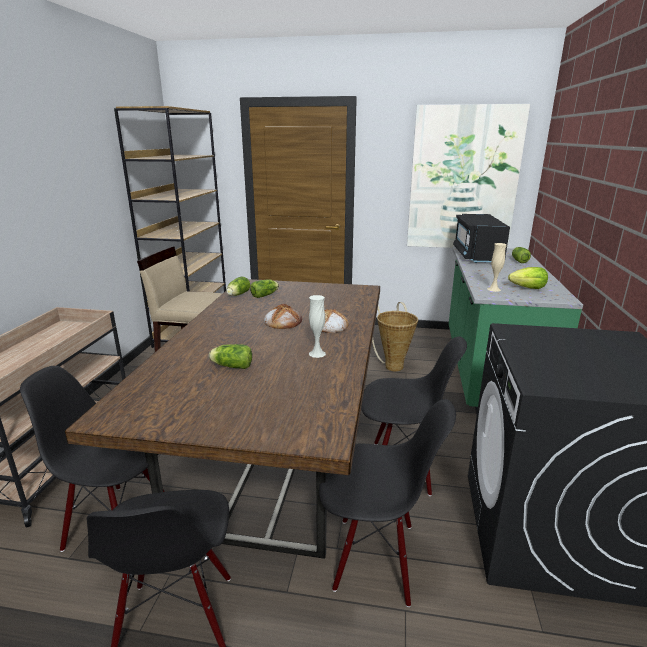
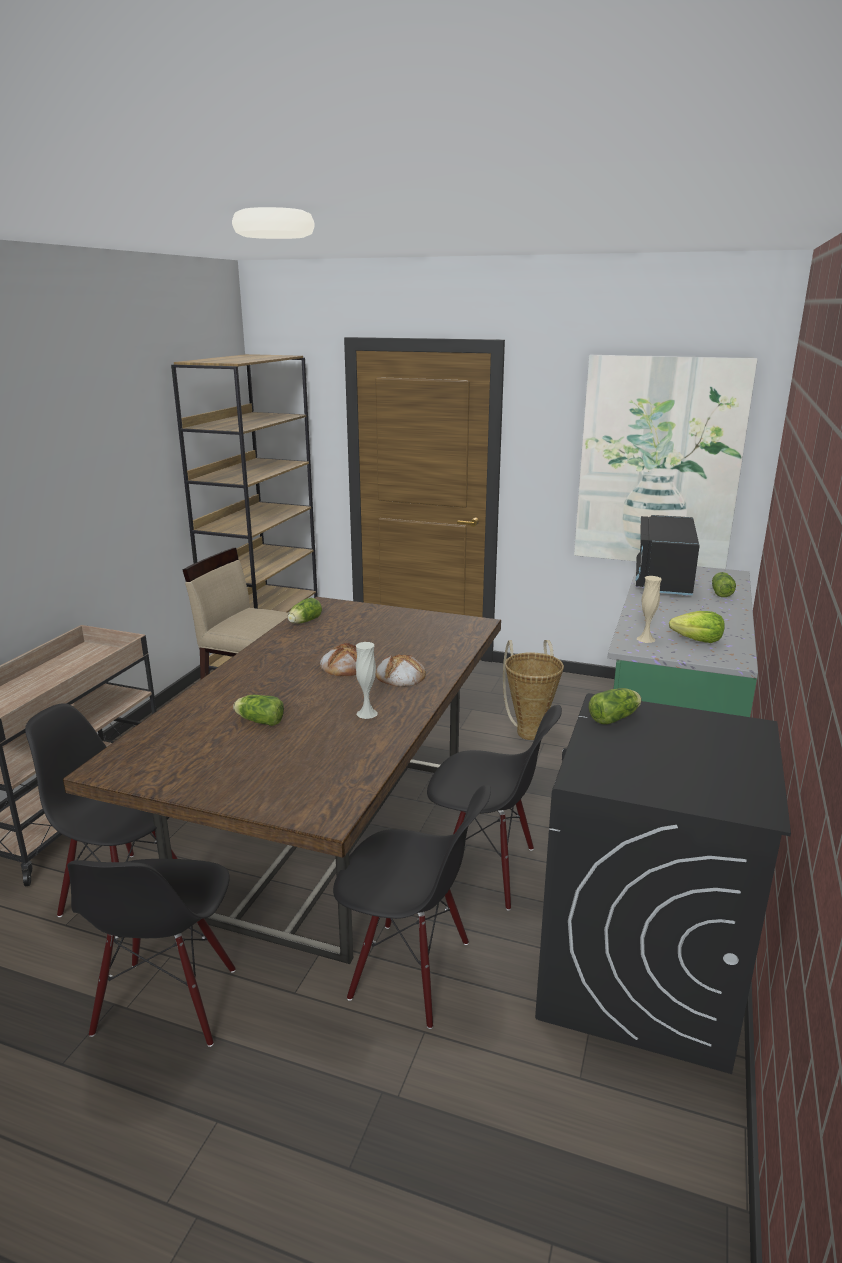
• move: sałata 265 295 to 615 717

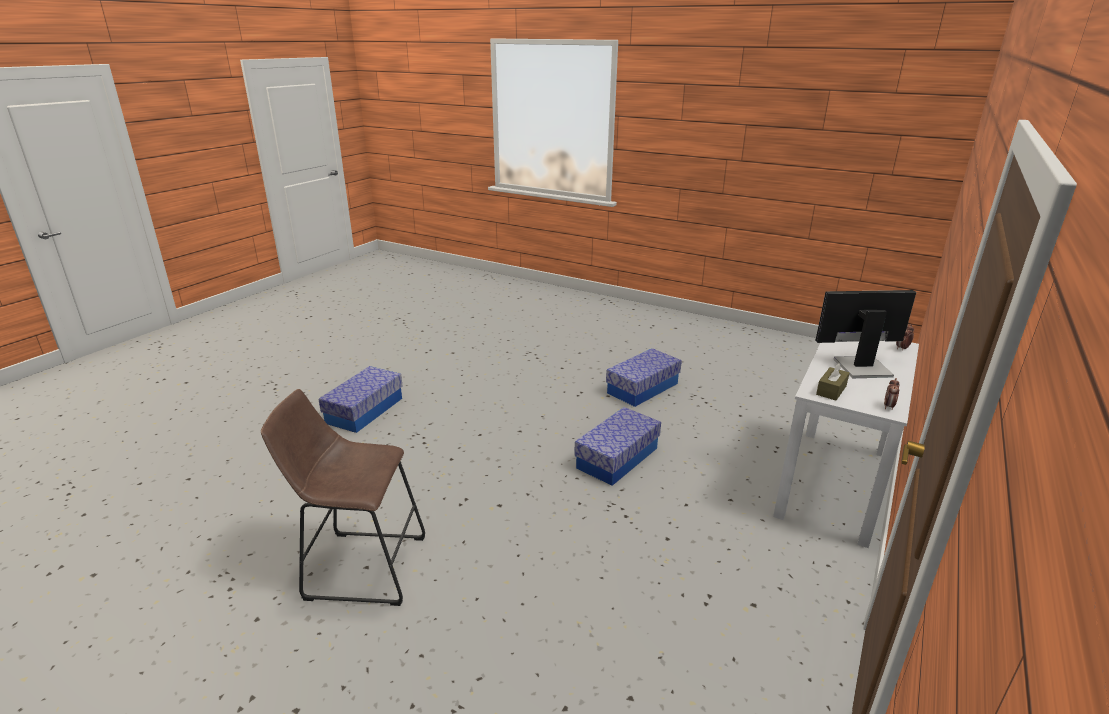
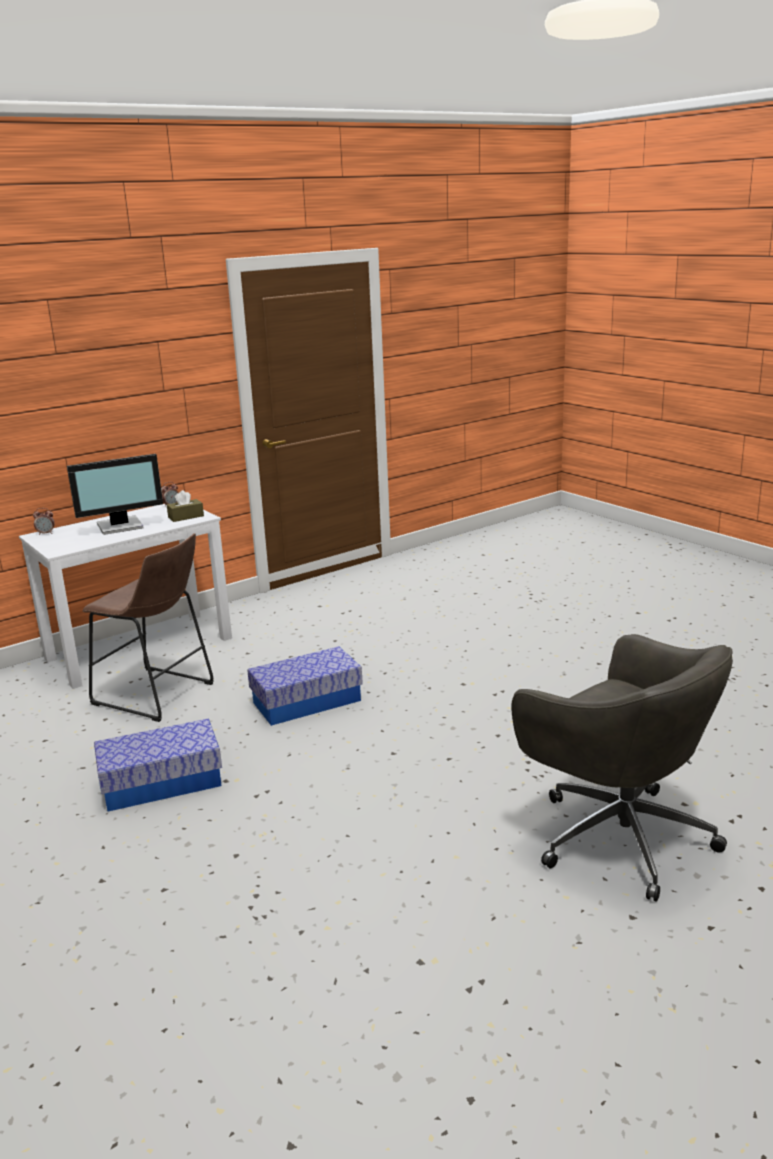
• move: stołek [brązowy] 359 566 to 158 695
• replace: pojemnik do przechowywania 364 410 to krzesło biurowe [szary] 618 835
• rotate: monitor 860 367 = 121 526 45 degrees counterclockwise

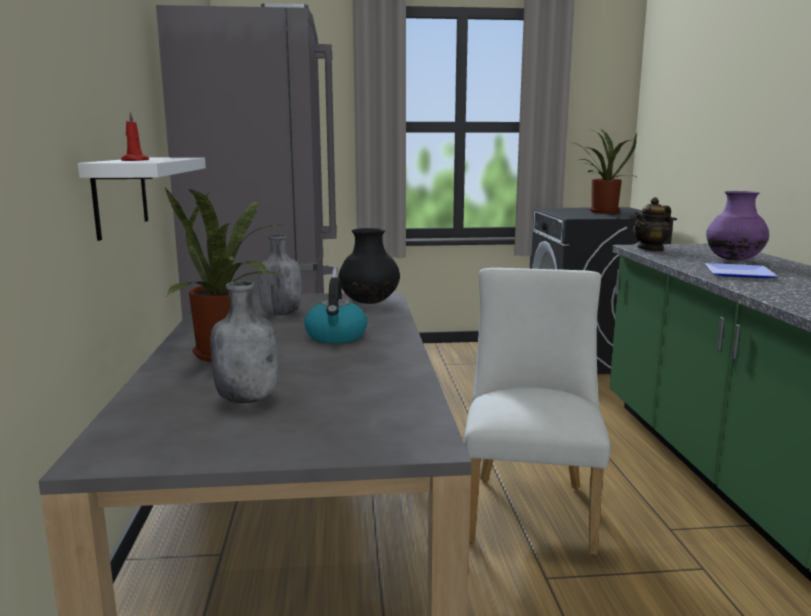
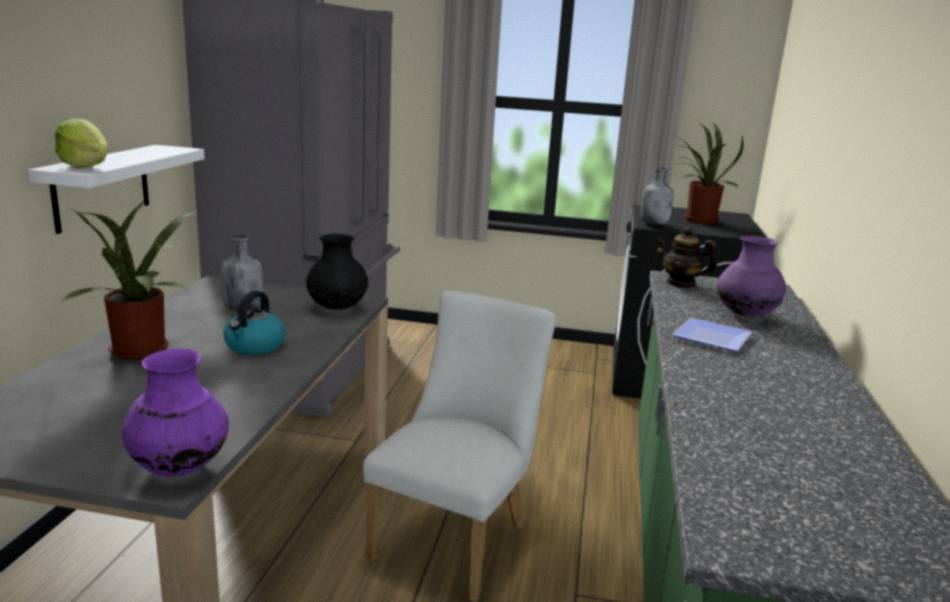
• insert: wazon [fioletowy] 179 467
• move: butelka [szary] 248 398 to 654 224
• replace: świeca [czerwony] 134 161 to sałata 86 166
• rotate: imbryk 650 249 = 680 283 45 degrees clockwise

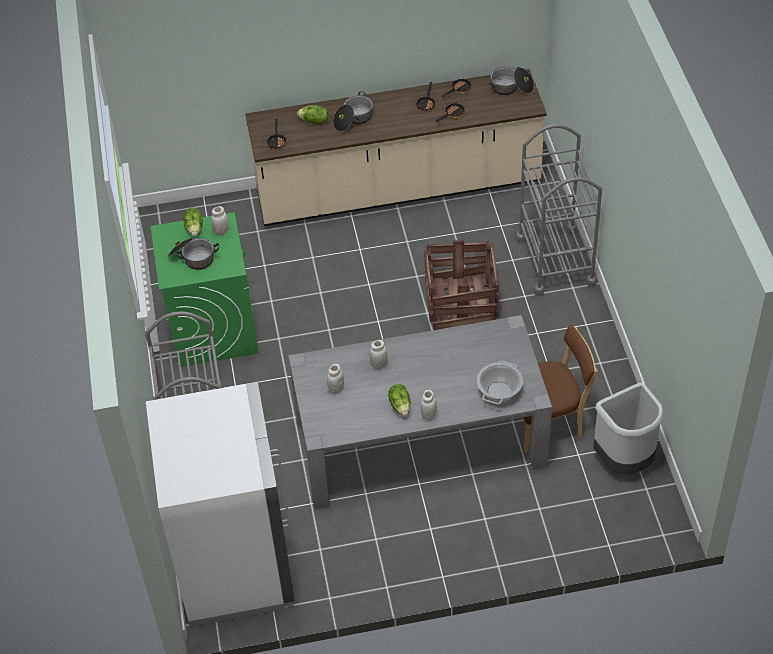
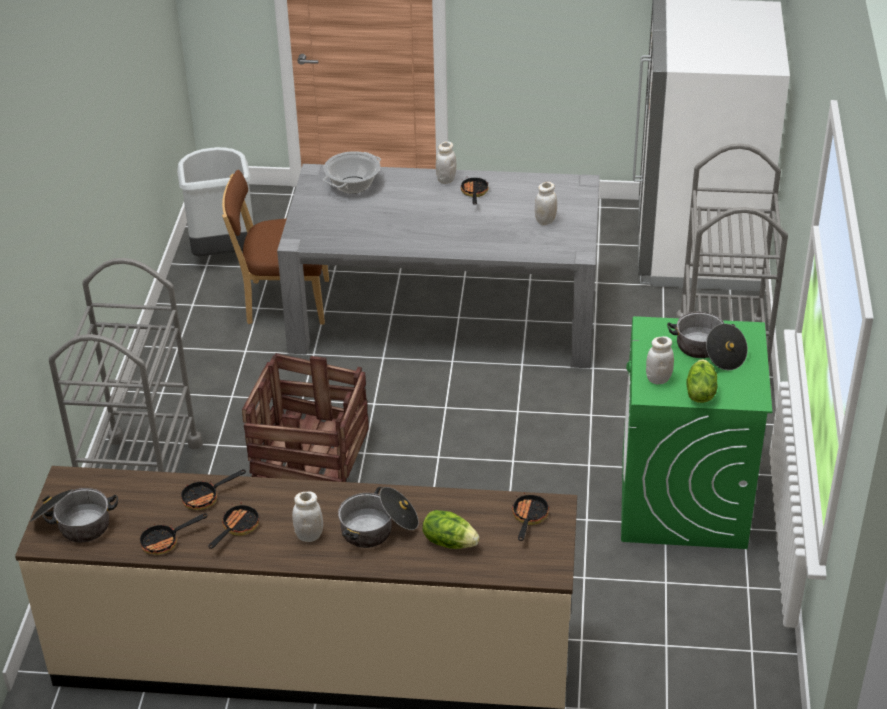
• move: słoik [biały] 379 364 to 309 535
• replace: sałata 400 405 to patelnia 474 193

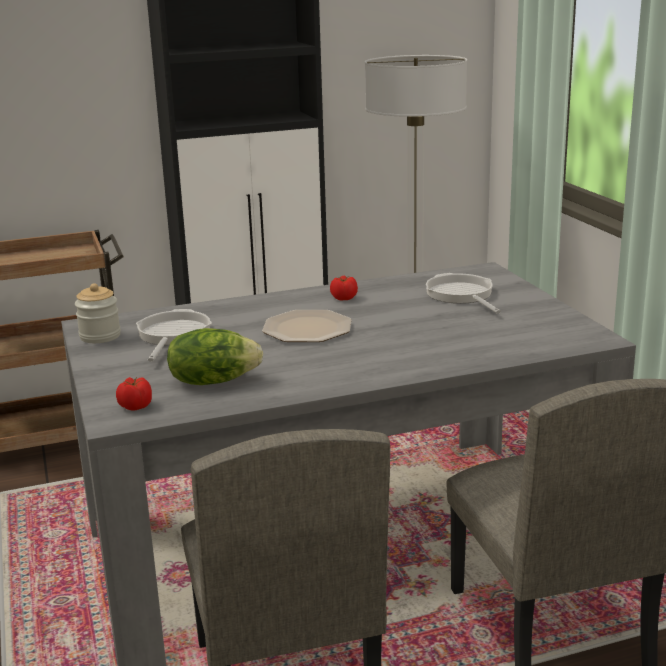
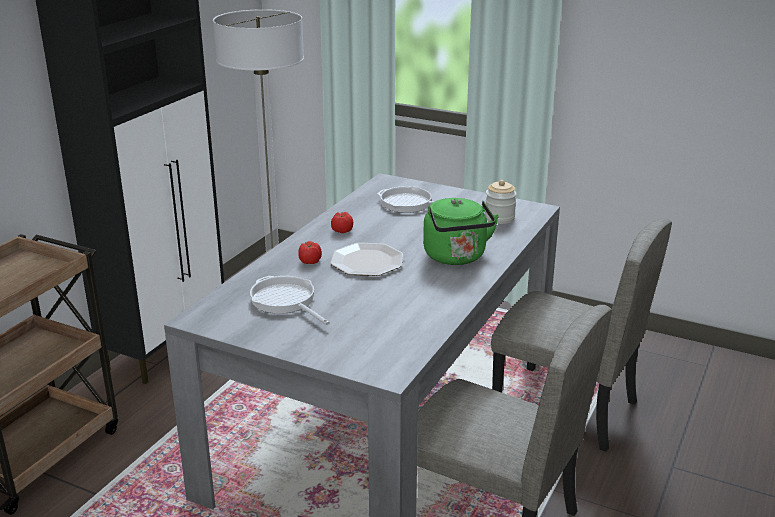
• delete: sałata 213 381
• insert: czajnik [zielony] 456 257
• move: słoik 100 336 to 499 218
• move: pomidor 135 406 to 309 262

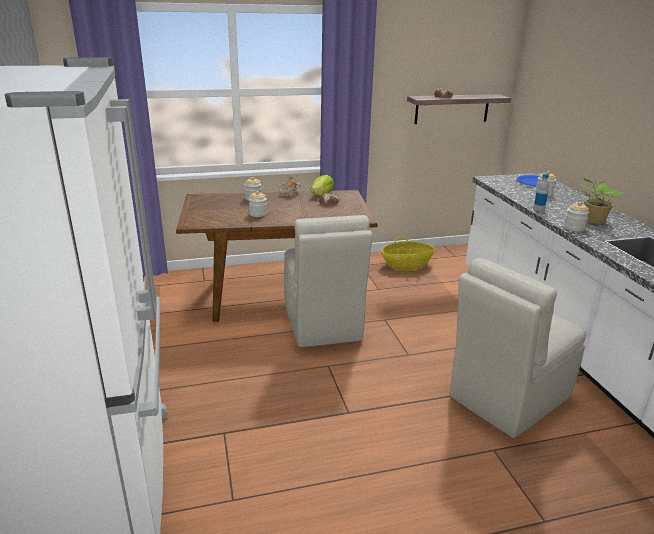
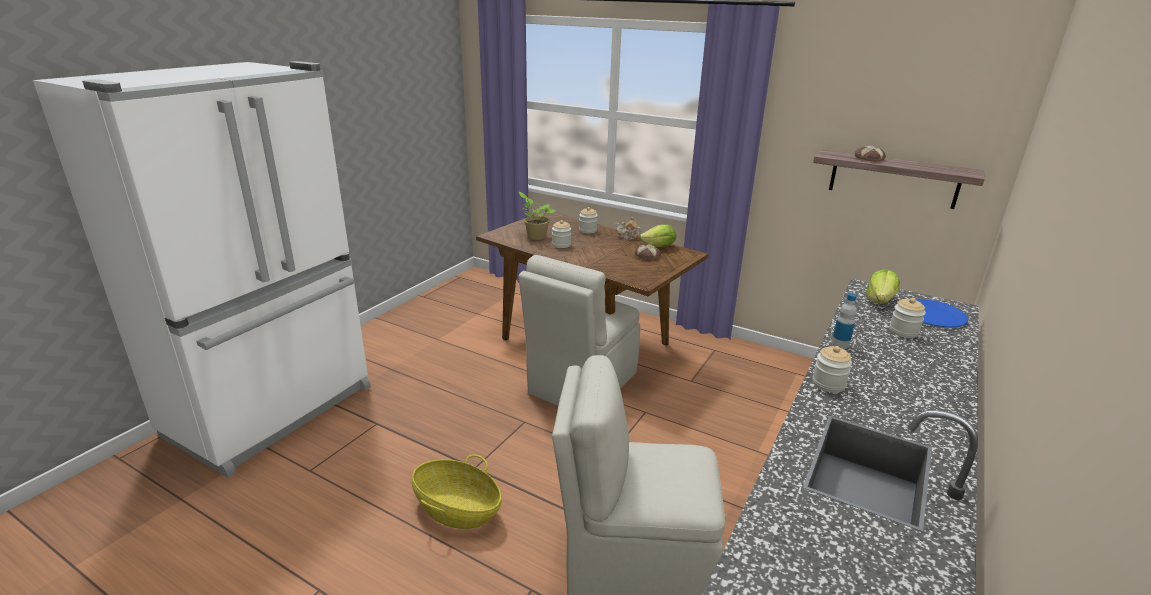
• insert: sałata 880 300
• move: koszyk 406 265 to 457 510
• move: roślina doniczkowa 592 220 to 535 236

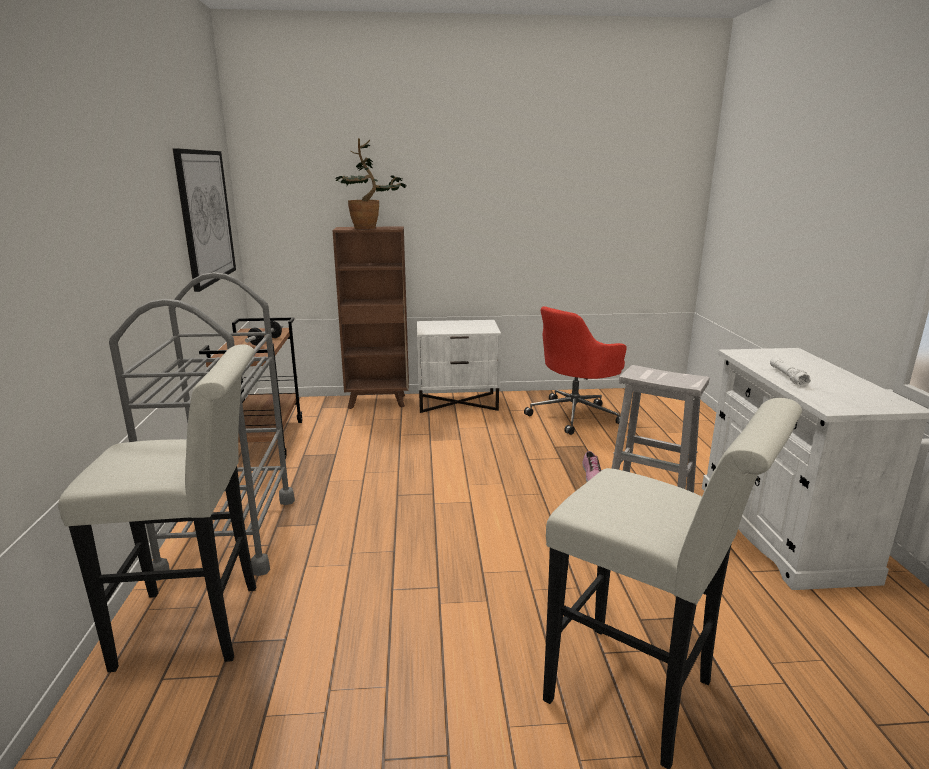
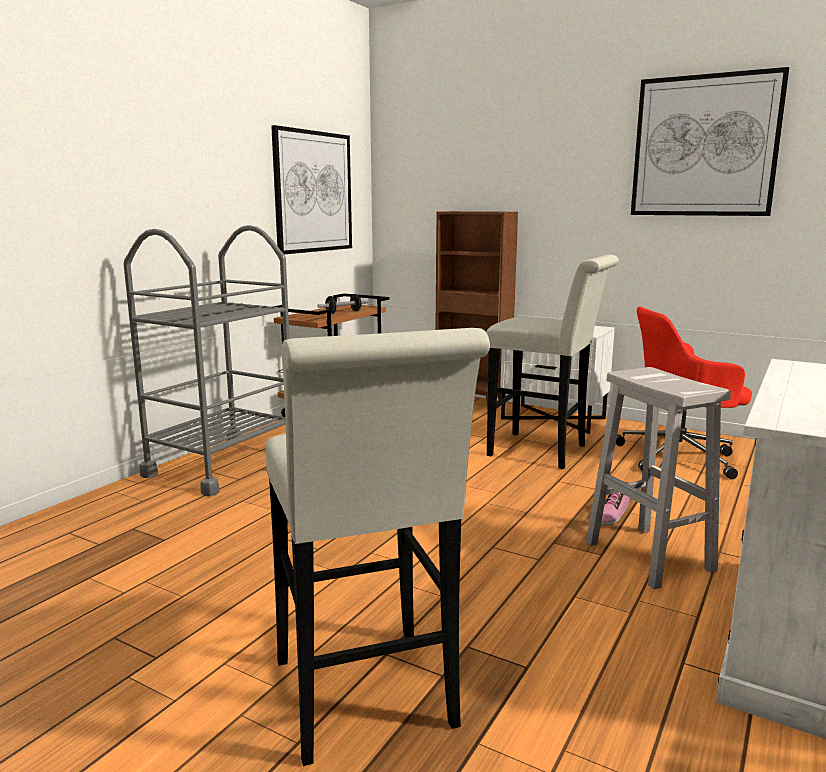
• delete: roślina doniczkowa 370 228
• delete: latarka [biały] 787 377
• insert: obraz 704 146
• move: stołek [biały] 201 625 to 544 452

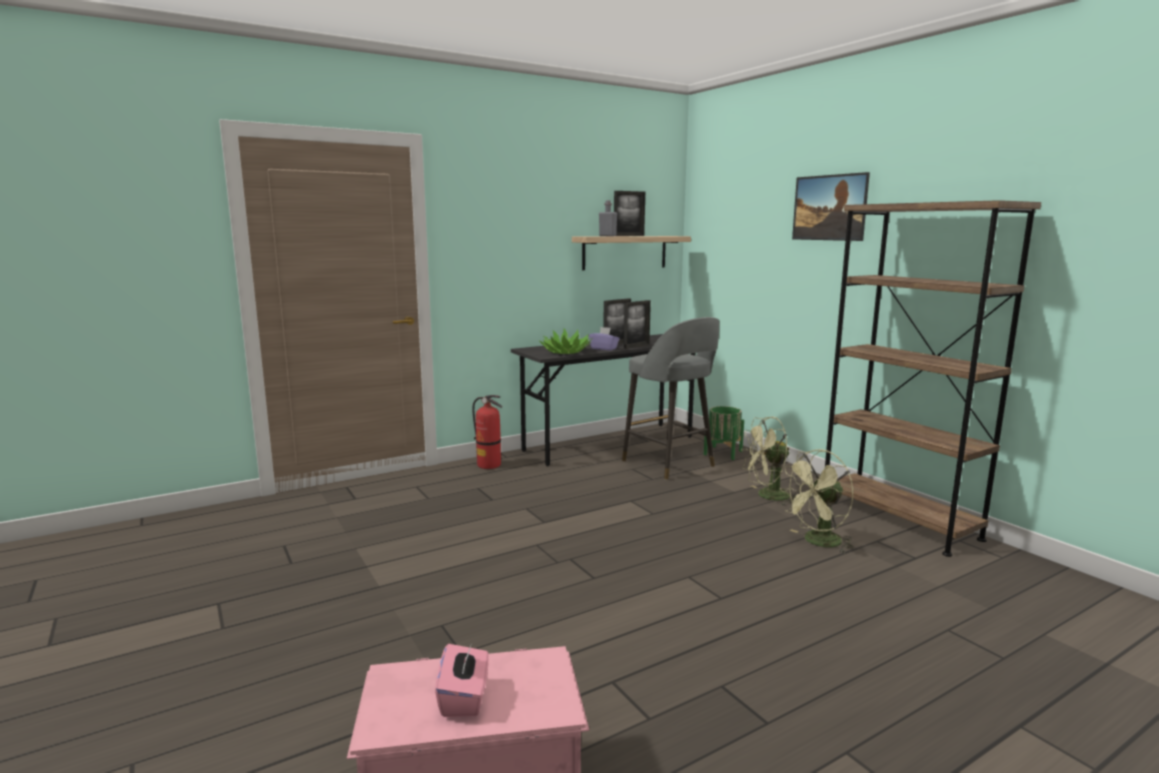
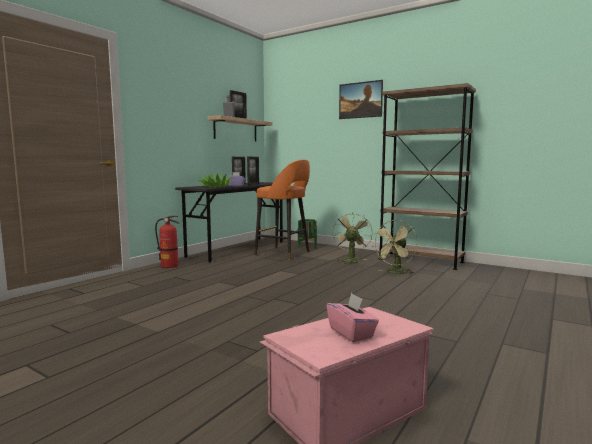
• recolor: stołek [szary] 669 464 to stołek [pomarańczowy] 284 254
• rotate: wentylator [zielony] 767 496 = 350 260 135 degrees clockwise

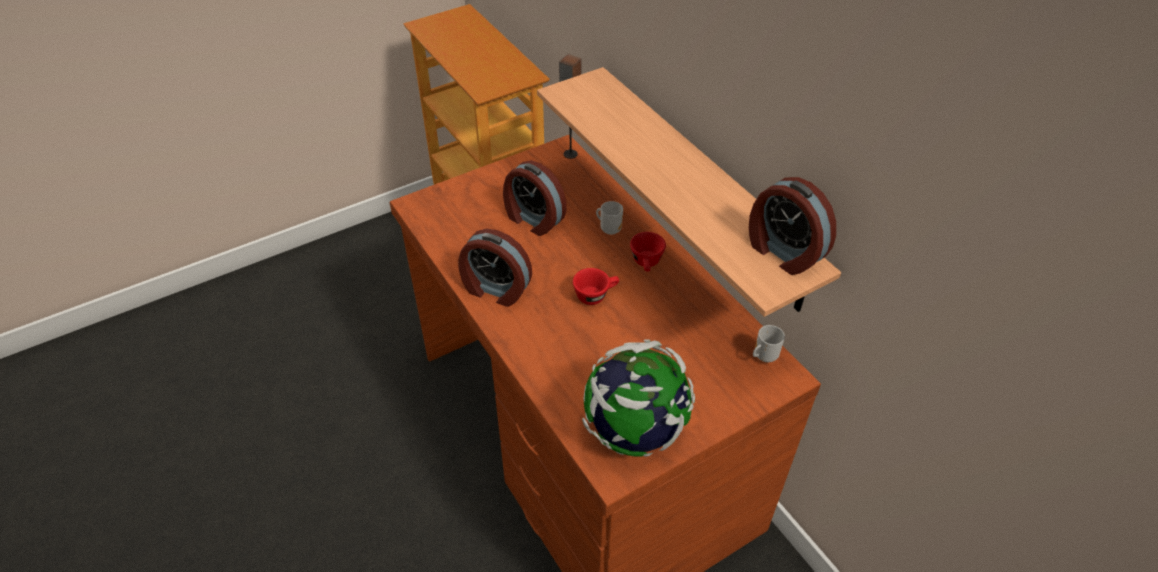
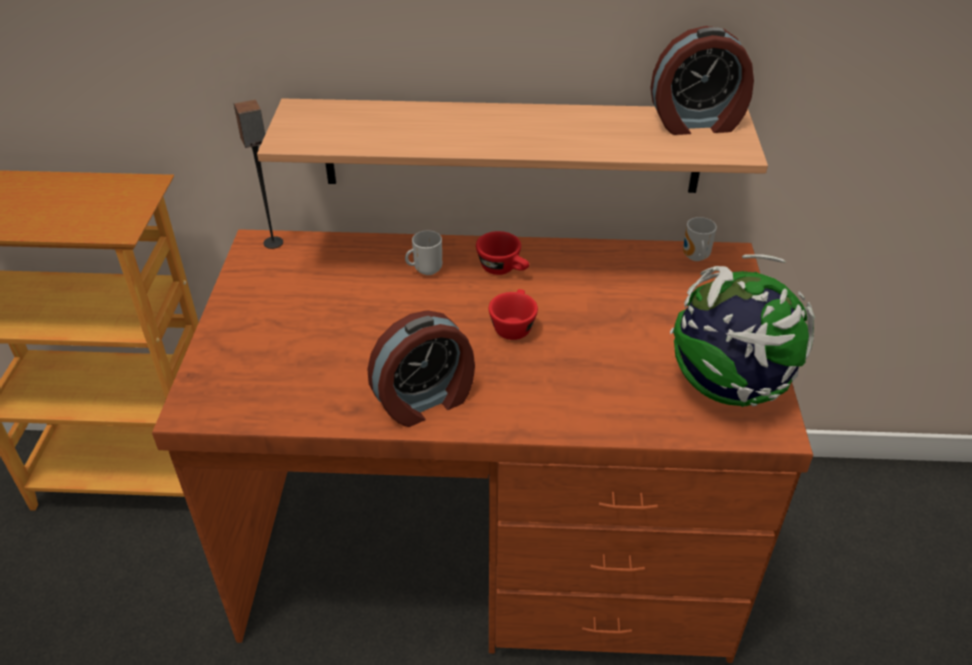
• delete: budzik 533 219

